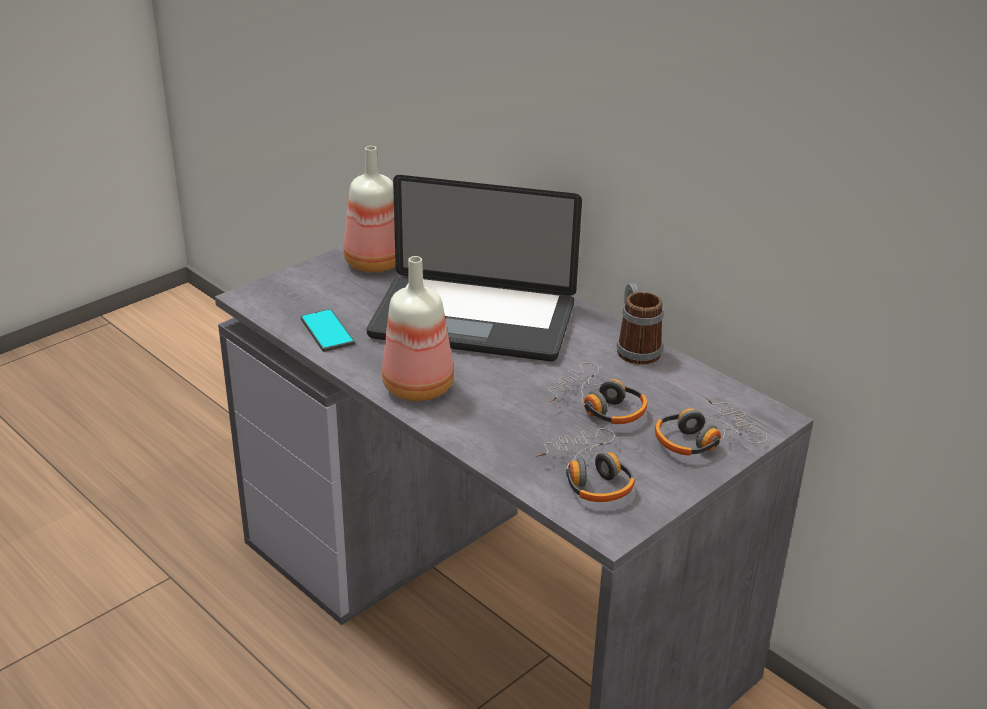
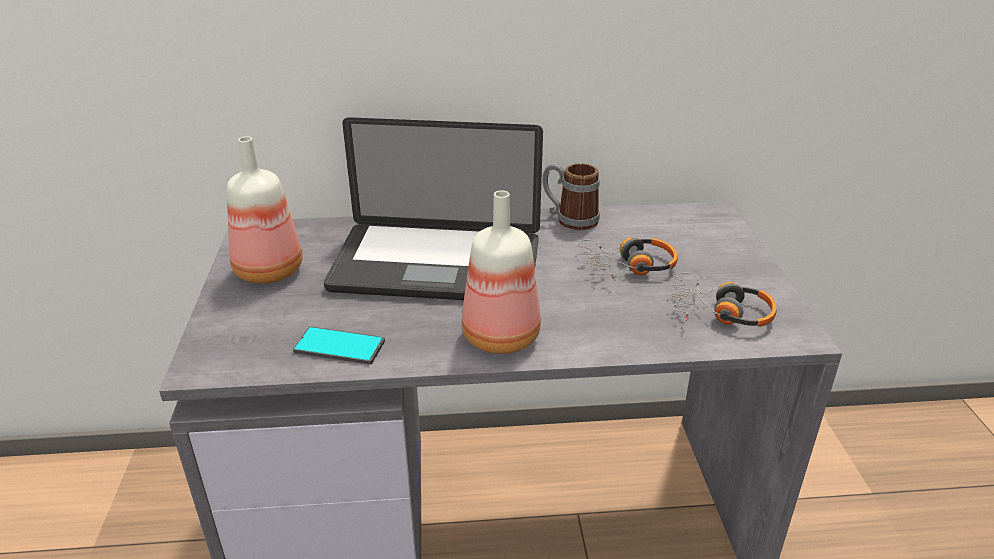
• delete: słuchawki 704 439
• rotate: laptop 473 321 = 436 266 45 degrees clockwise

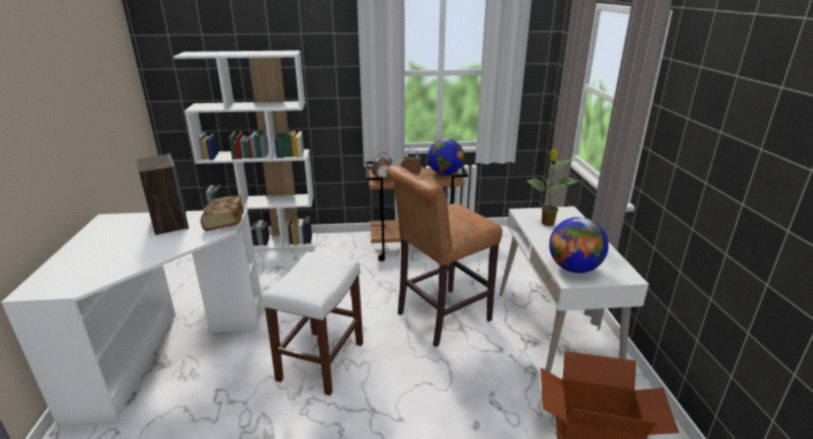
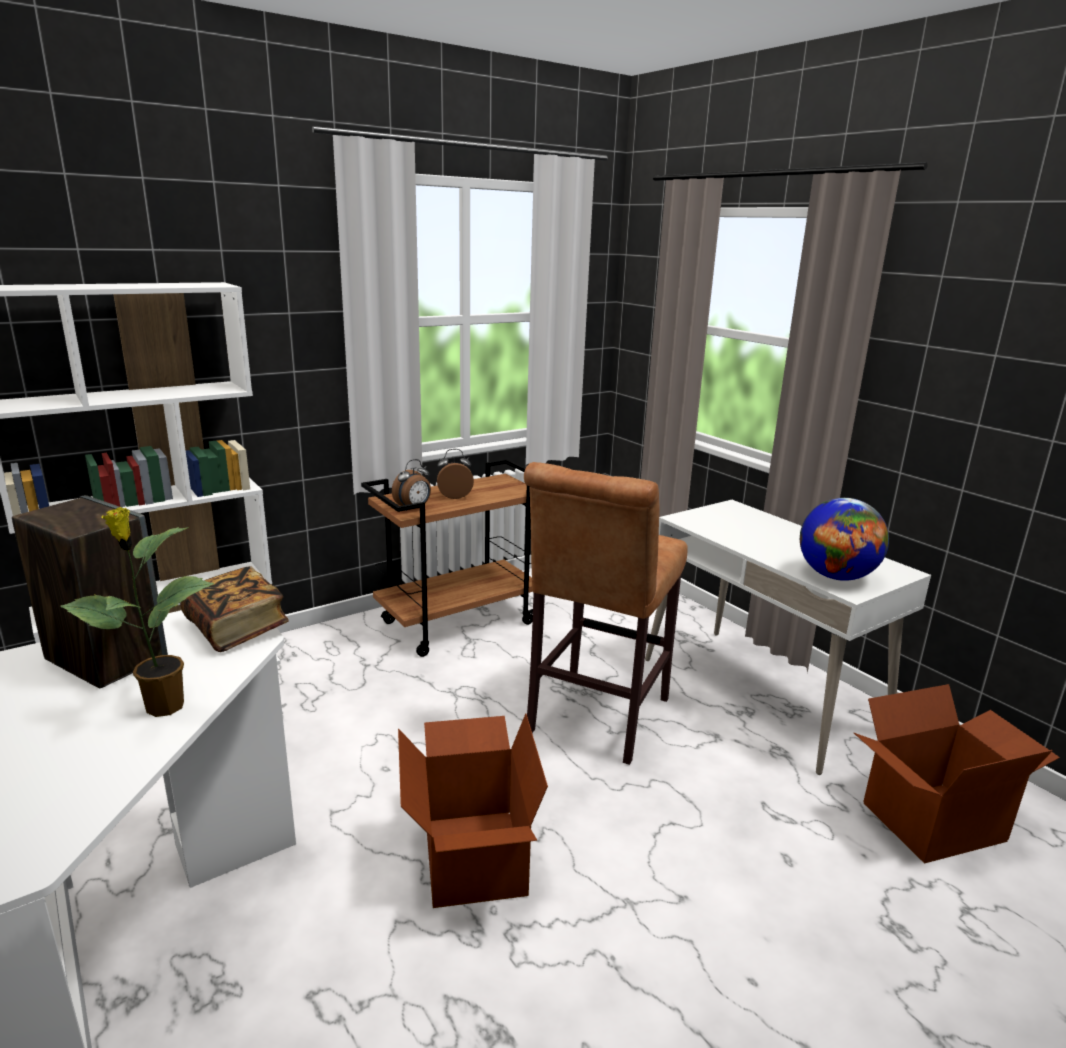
• delete: globus 445 173
• move: roślina doniczkowa 546 223 to 162 708
• replace: stołek [biały] 321 362 to karton 471 857

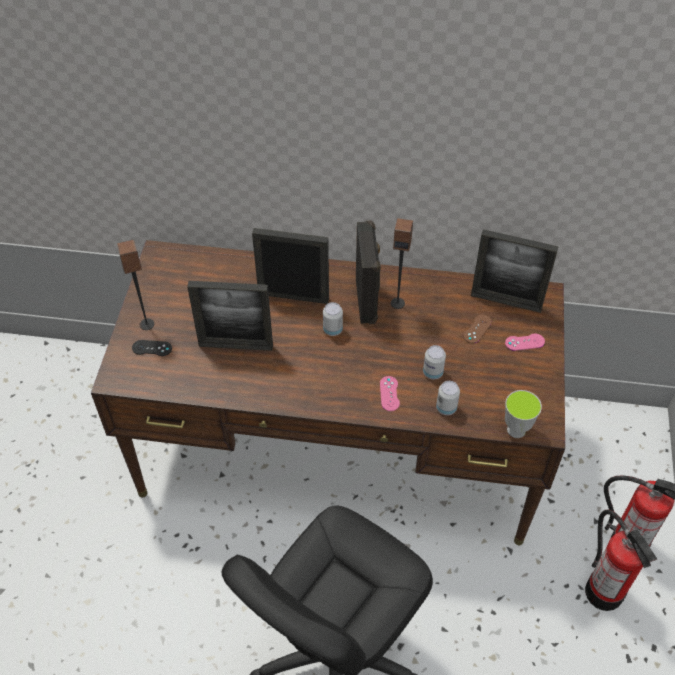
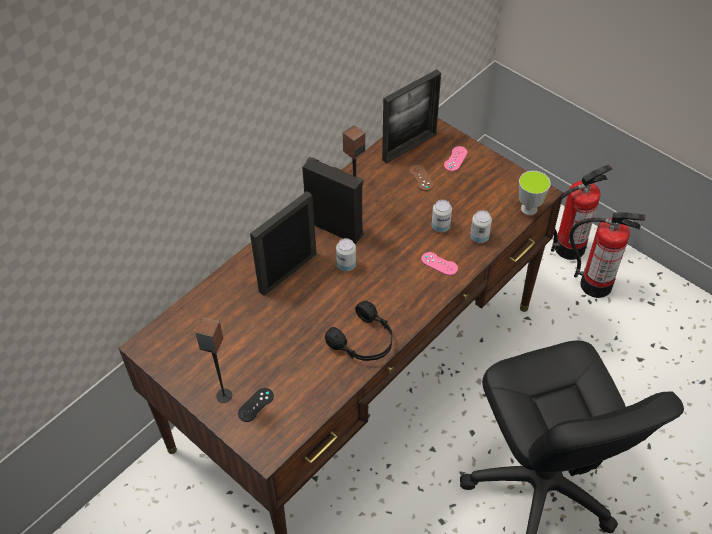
• delete: ramka na zdjęcie 236 345
• insert: słuchawki [czarny] 364 341

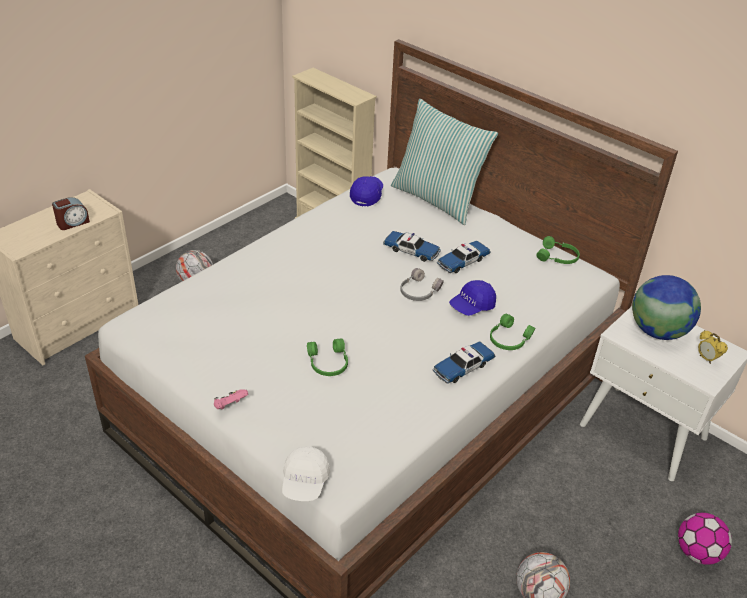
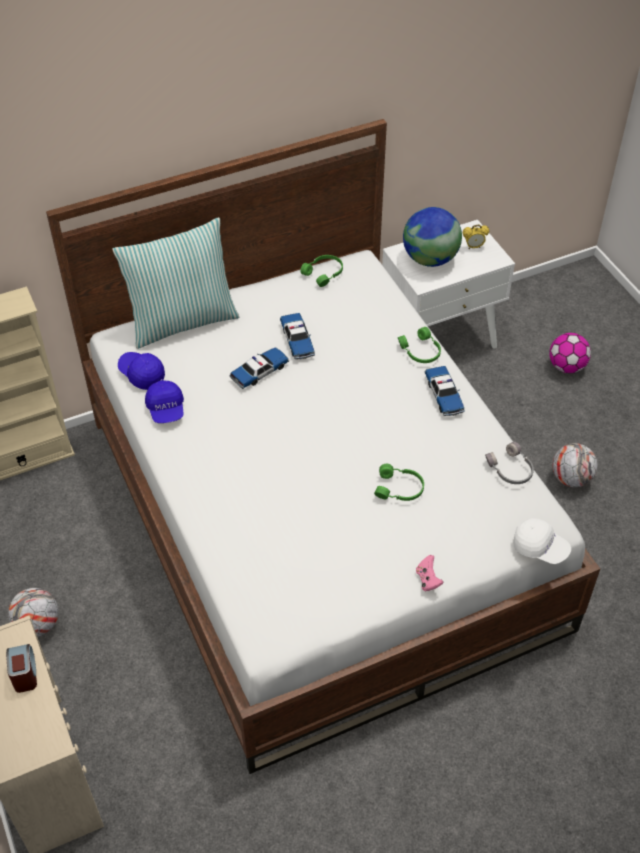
• move: słuchawki [szary] 418 291 to 510 470
• move: czapka z daszkiem [niebieski] 472 306 to 166 409

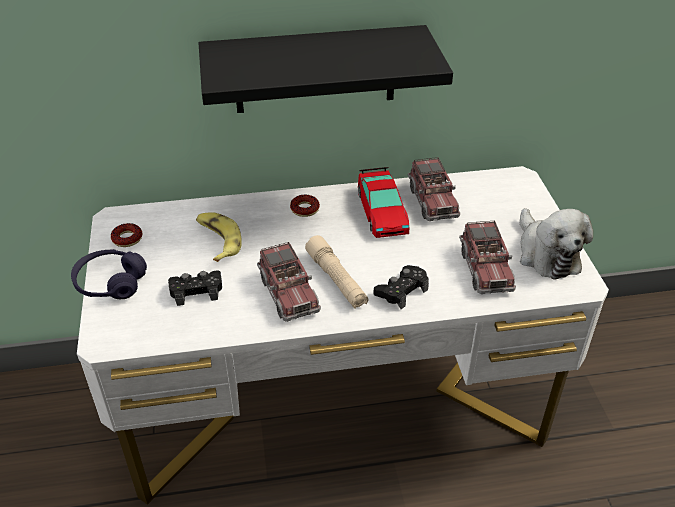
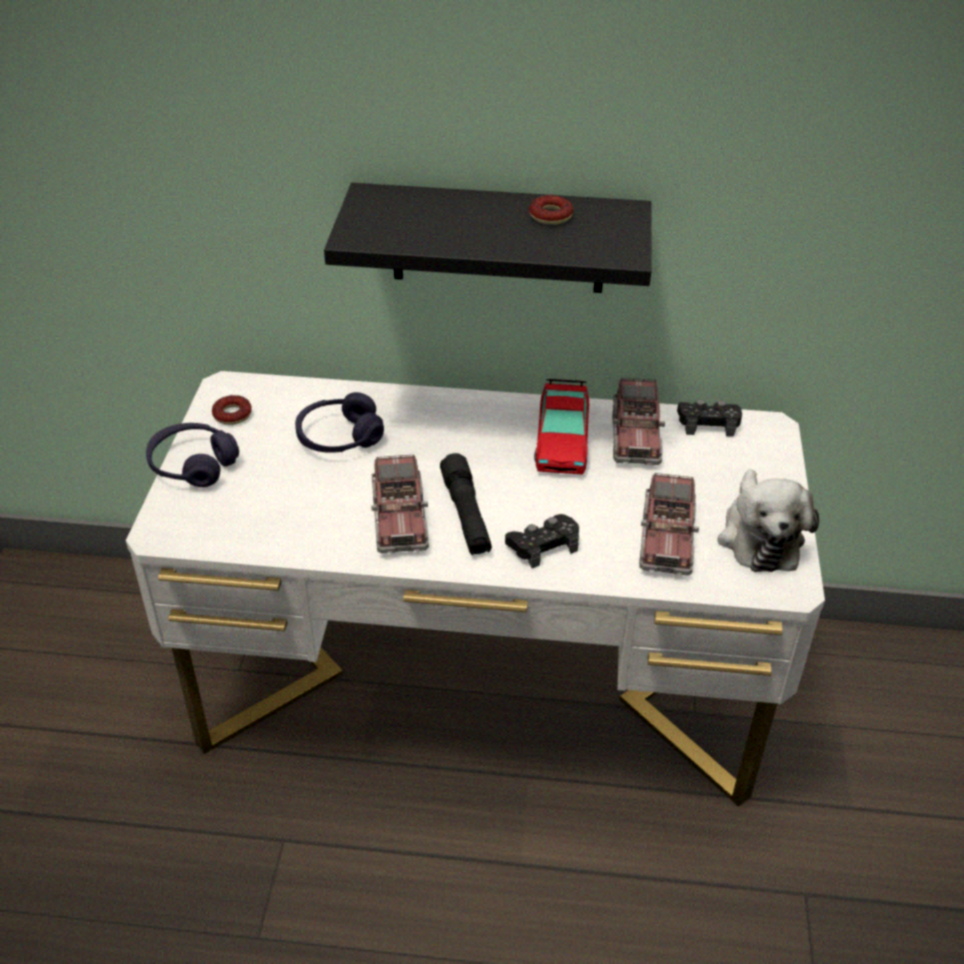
• move: pad do gier [czarny] 196 291 to 708 423
• move: donut 305 209 to 551 215
• replace: banan 218 240 to słuchawki [fioletowy] 339 437
• recolor: latarka [beżowy] 336 279 to latarka [czarny] 466 515

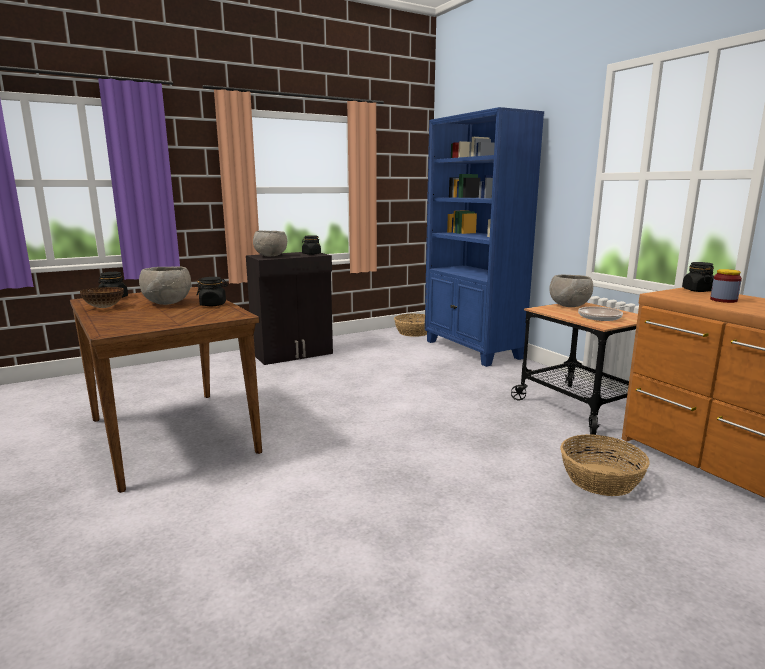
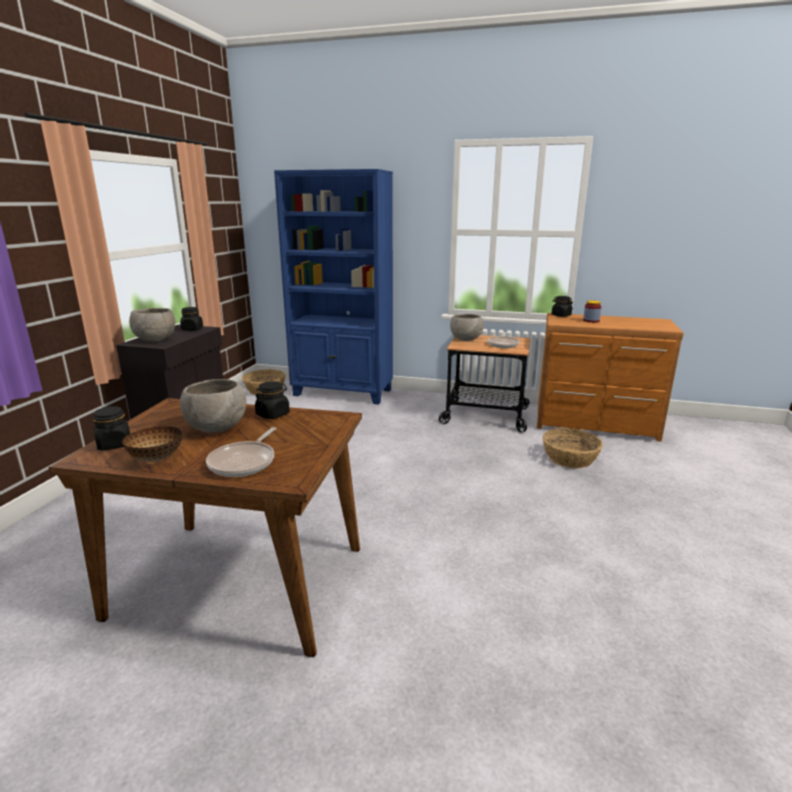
• insert: patelnia 244 462

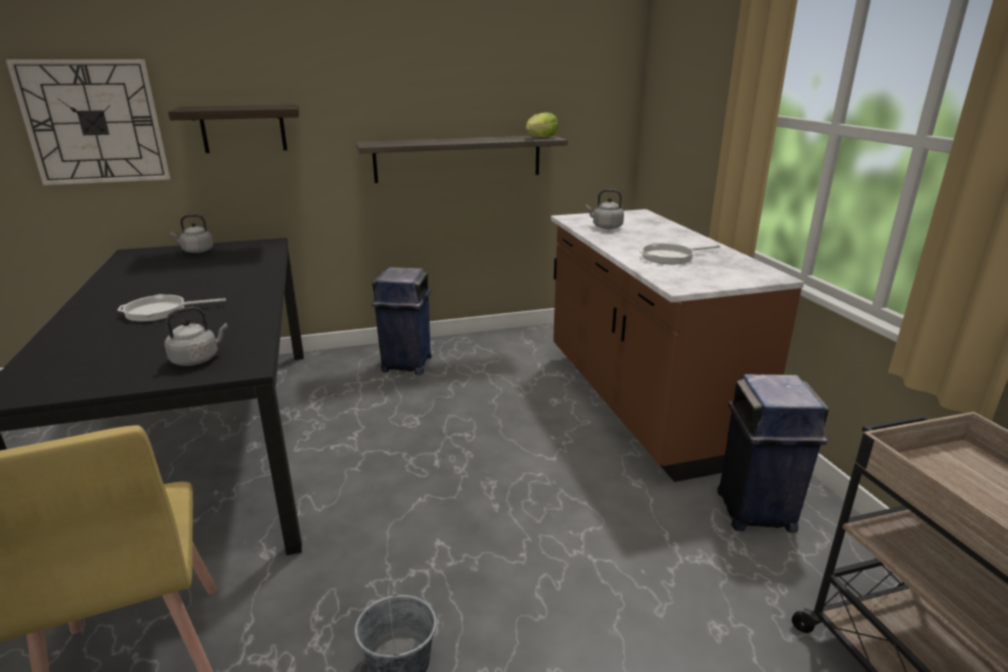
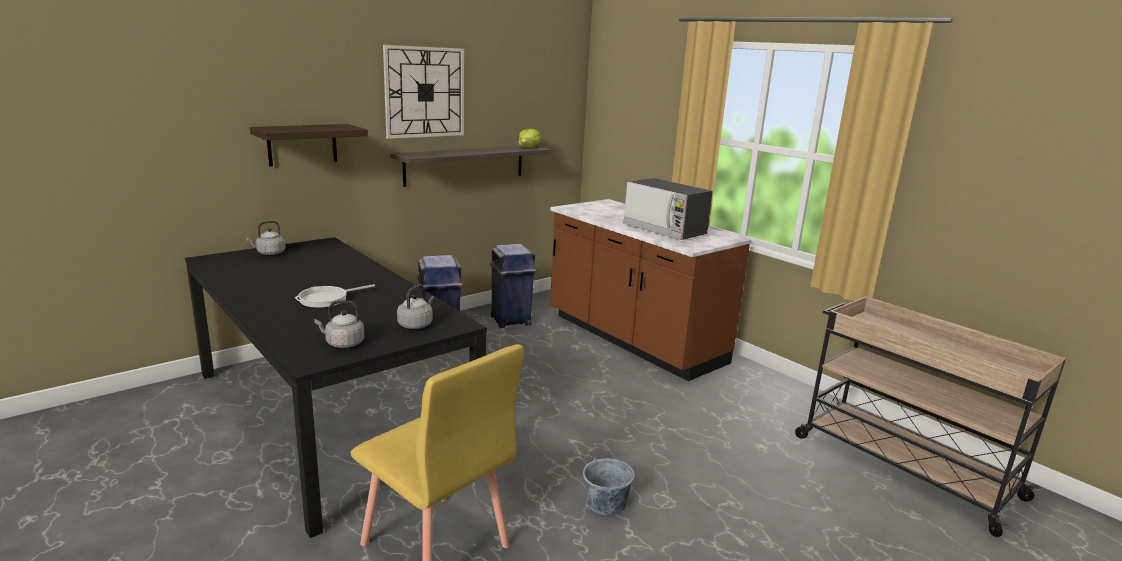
• move: zegar ścienny 94 122 to 424 92
• move: czajnik [szary] 605 227 to 343 343
• move: kosz na śmieci [niebieski] 756 511 to 511 320
• replace: patelnia 671 257 to mikrofalówka 664 230

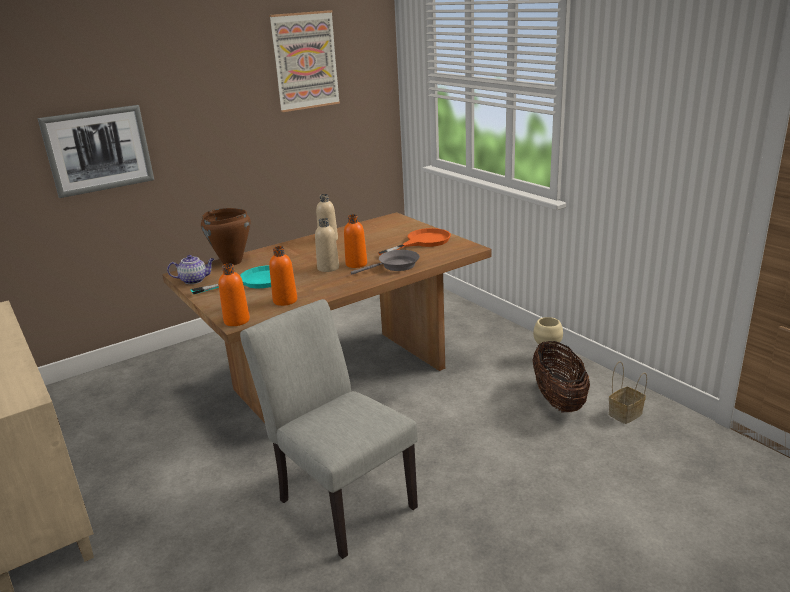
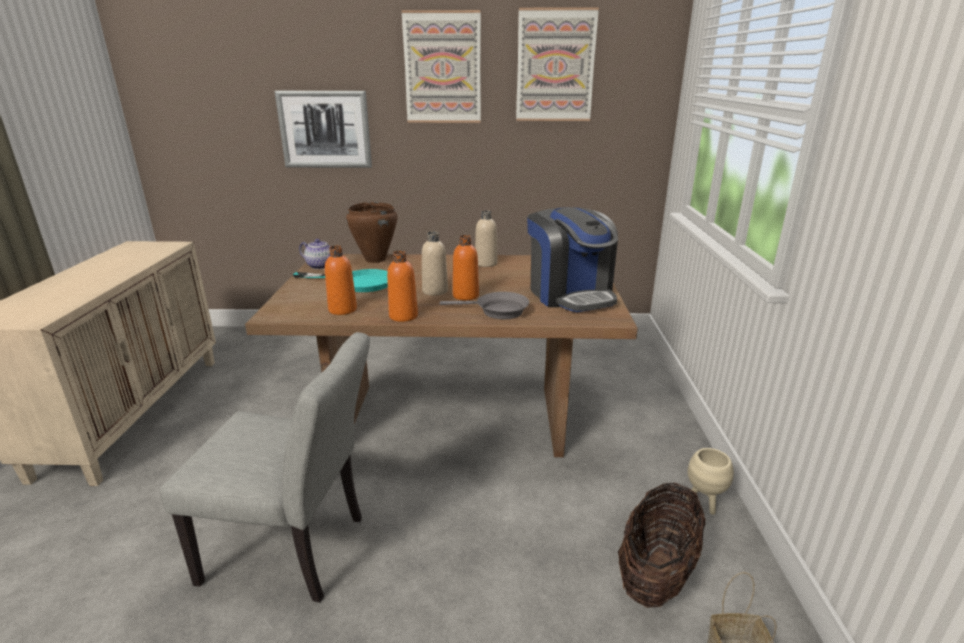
• insert: obraz 442 68
• move: butelka [pomarańczowy] 236 321 to 403 316
• replace: patelnia [pomarańczowy] 422 242 to ekspres do kawy 570 294
• rotate: krzesło [szary] 340 499 = 296 551 105 degrees clockwise

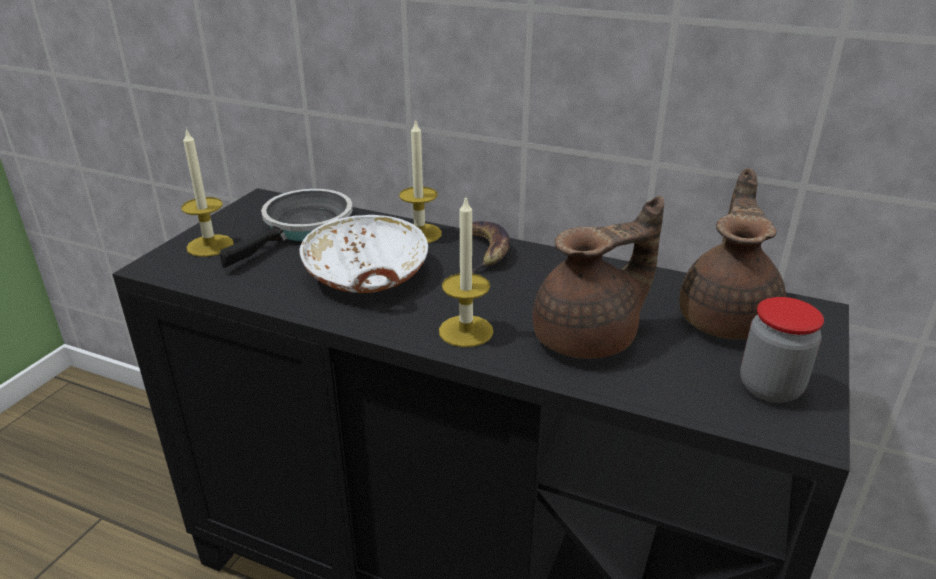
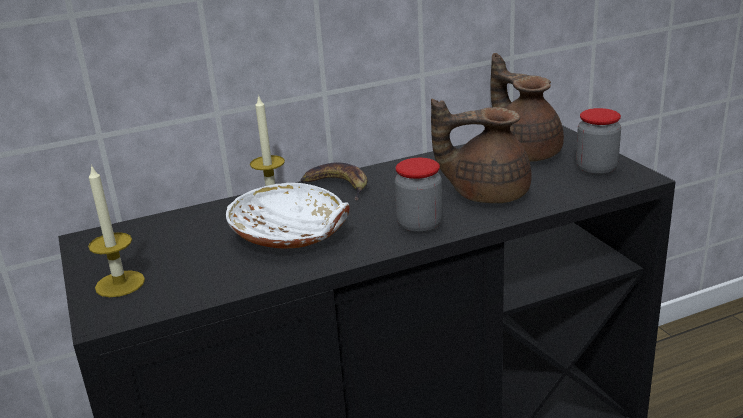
• delete: patelnia 303 229
• replace: świeca 466 331 to słoik 419 225
• rotate: imbryk [brązowy] 589 338 = 486 193 105 degrees counterclockwise

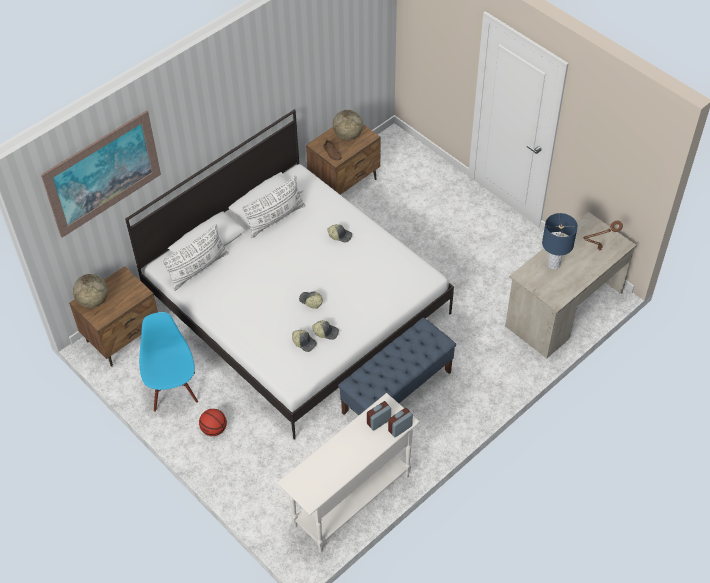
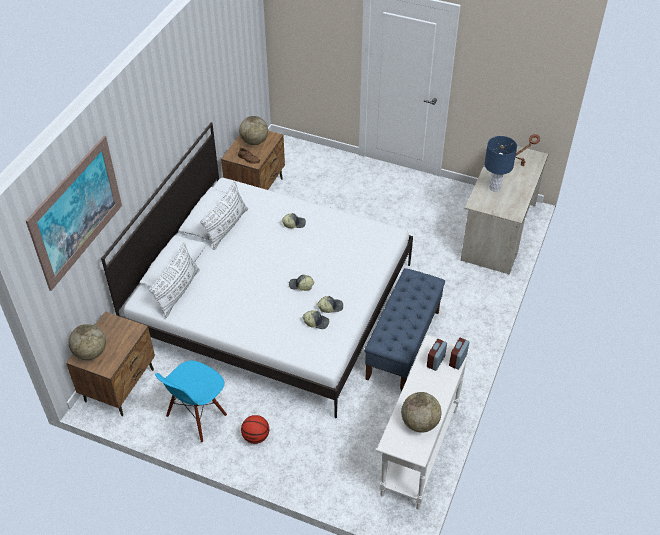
• insert: globus 420 423
• rotate: krzesło [niebieski] 173 391 = 196 416 105 degrees counterclockwise

